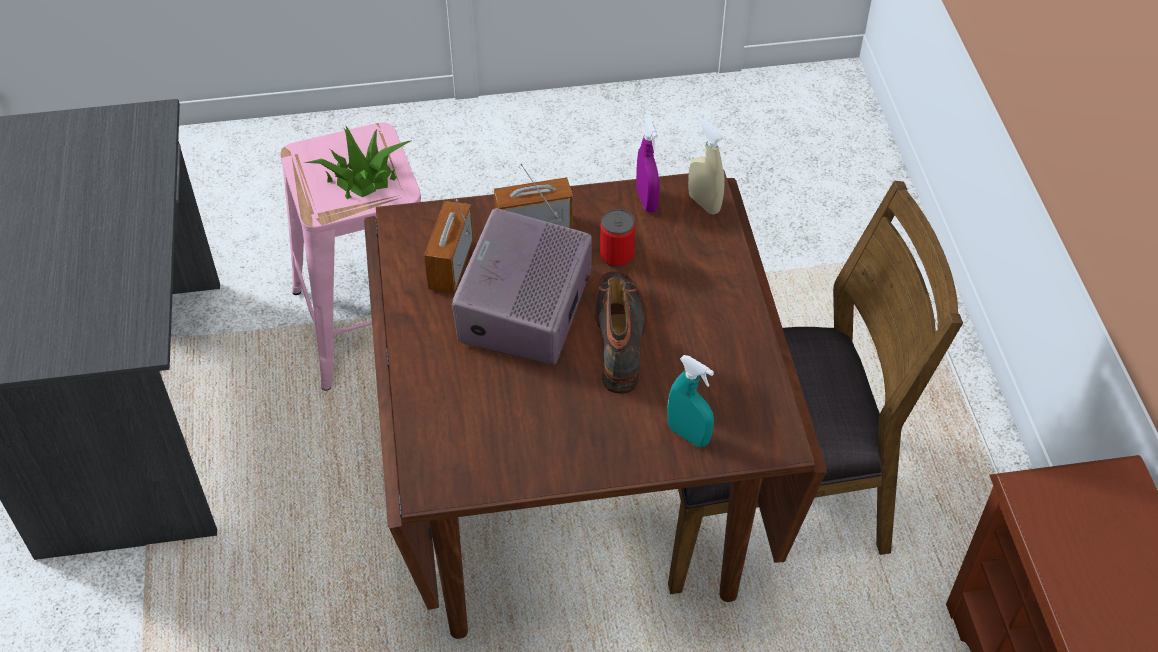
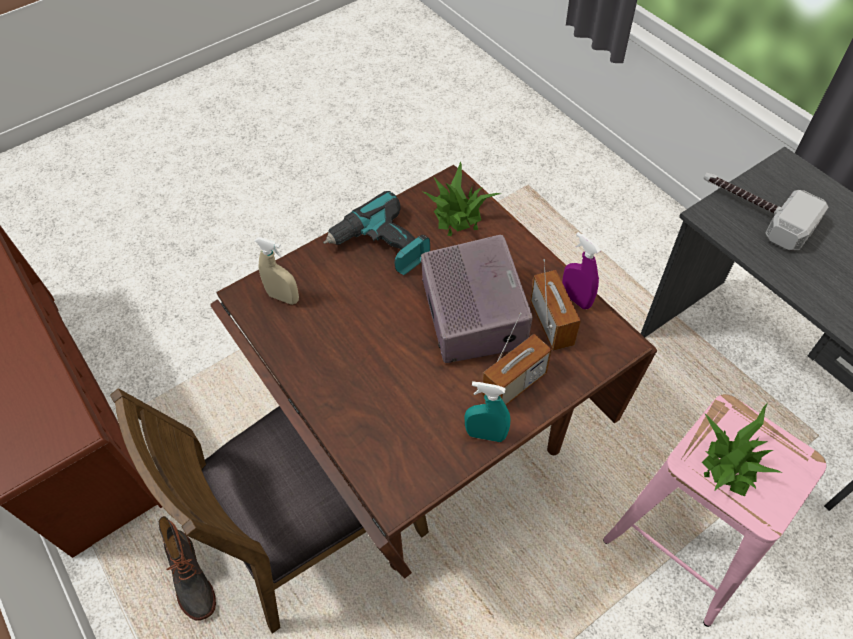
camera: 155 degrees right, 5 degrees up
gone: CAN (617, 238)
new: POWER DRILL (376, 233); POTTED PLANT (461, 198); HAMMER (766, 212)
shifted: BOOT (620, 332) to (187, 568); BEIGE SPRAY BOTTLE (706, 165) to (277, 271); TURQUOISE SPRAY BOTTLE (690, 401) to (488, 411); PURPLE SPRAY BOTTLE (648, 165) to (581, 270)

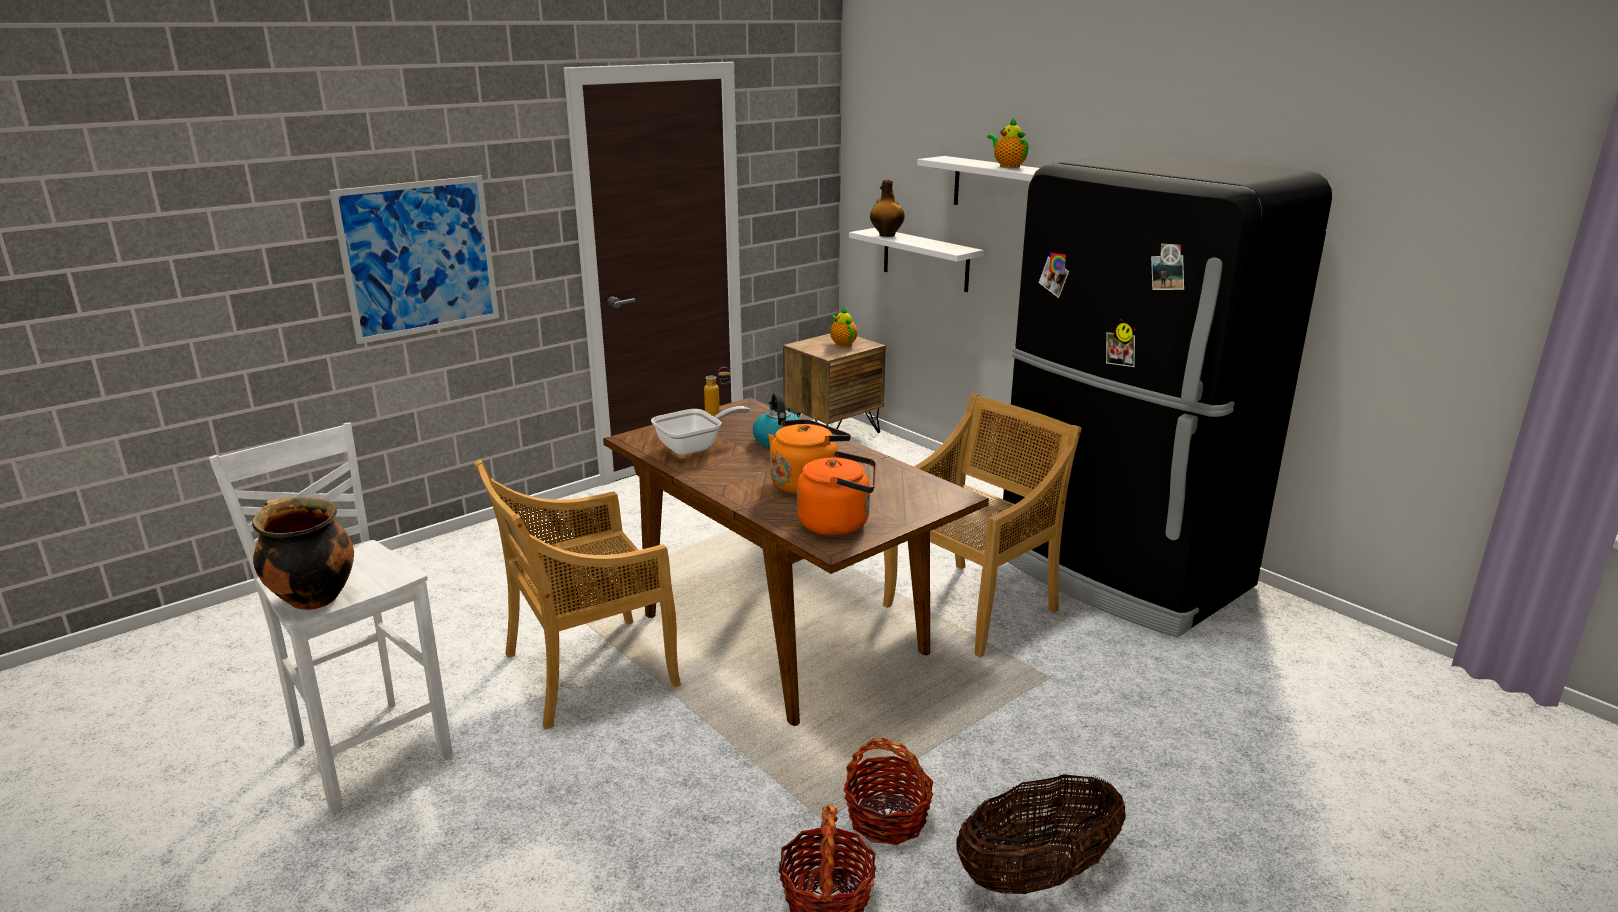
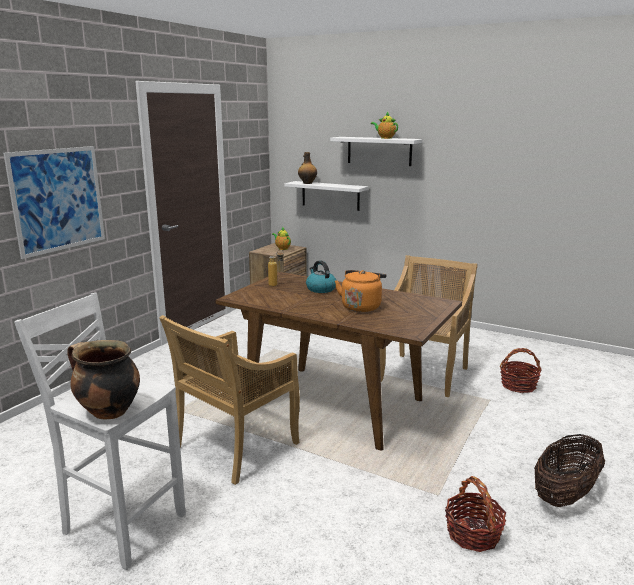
camera: 20 degrees left, 5 degrees down
gone: FRYING PAN (700, 430); ORANGE KETTLE (836, 493); BLACK FRIDGE (1167, 394)
shifted: BASKET (888, 791) to (520, 370)

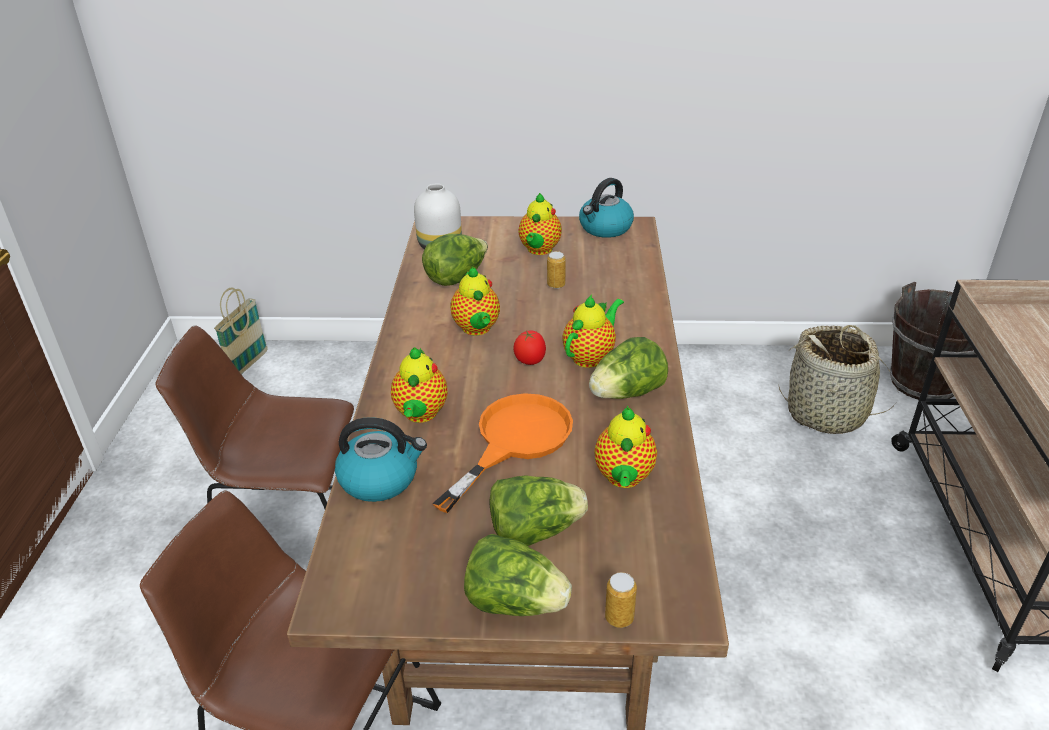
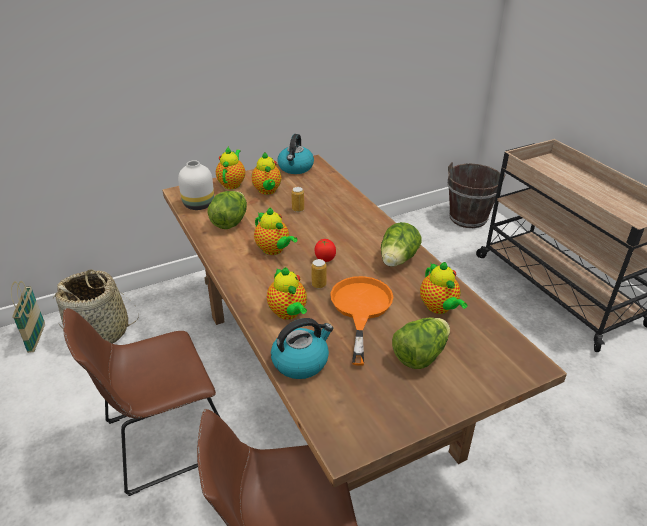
camera: 30 degrees left, 0 degrees up
gone: LETTUCE (518, 575)
shifted: BASKET (837, 379) to (96, 306); TEAPOT (593, 331) to (230, 167); CAN (621, 600) to (318, 274)

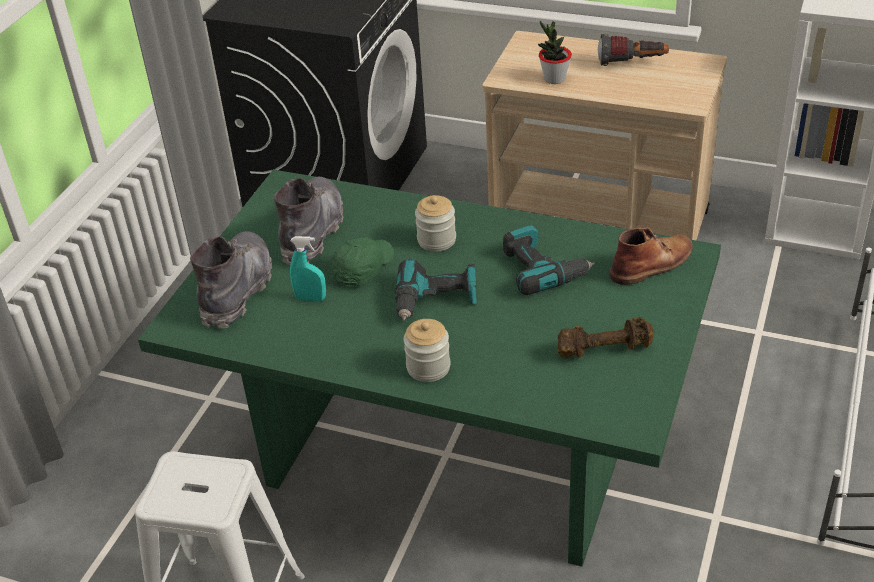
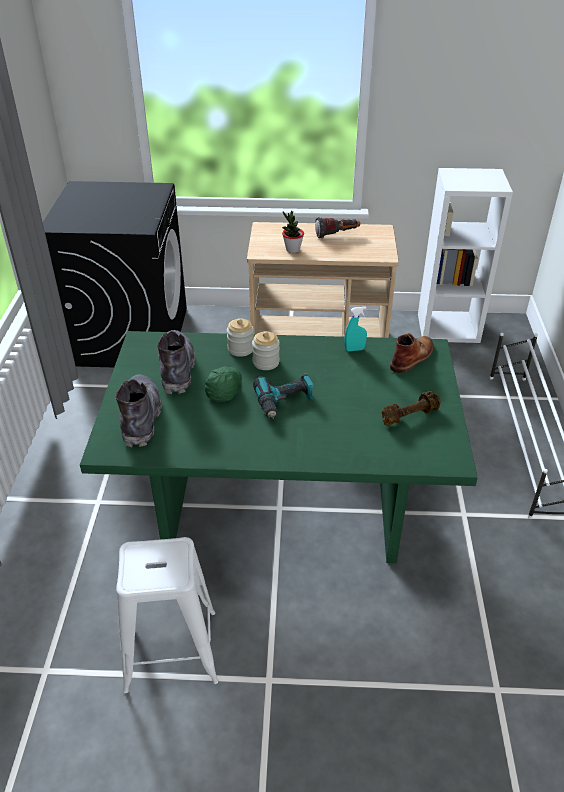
camera: 20 degrees left, 0 degrees up
gone: POWER DRILL (549, 260)
shifted: JAR (426, 350) to (240, 337); TURQUOISE SPRAY BOTTLE (308, 268) to (356, 329)

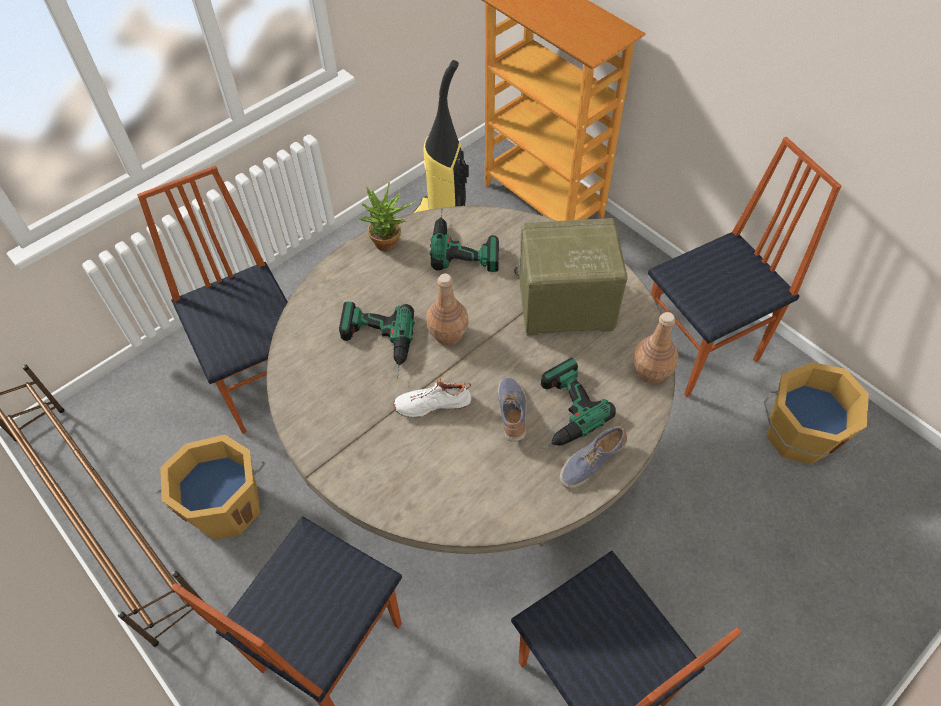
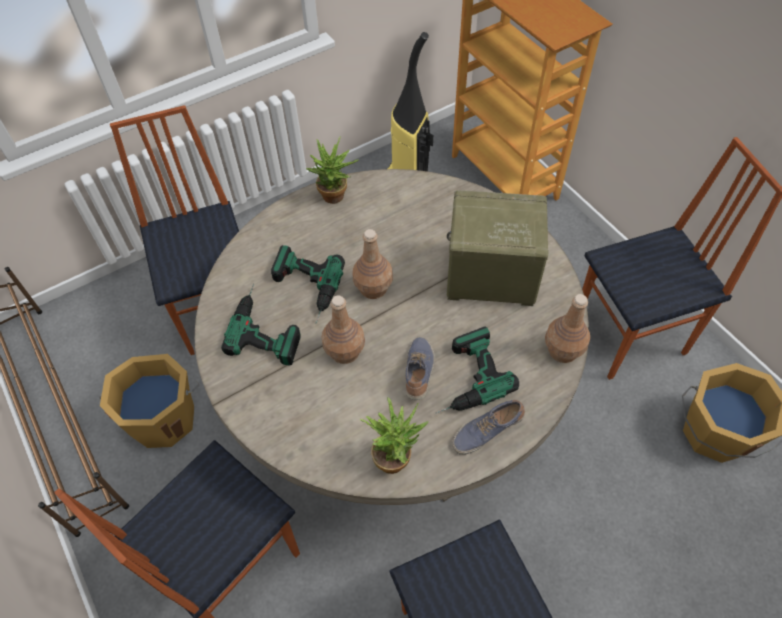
camera: 10 degrees right, 0 degrees up
new: POTTED PLANT (394, 435)
shifted: POWER DRILL (464, 240) to (261, 324)
swapped: WHITE SHOE (432, 398) to BROWN BOTTLE (343, 330)

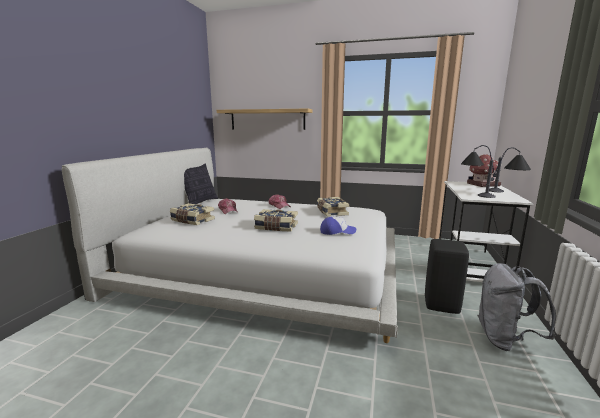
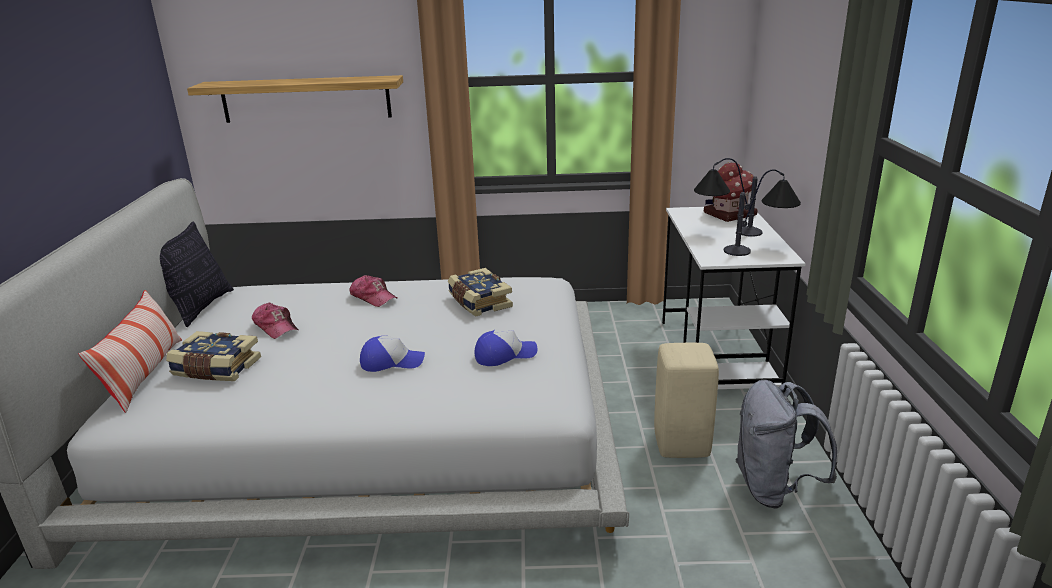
camera: 15 degrees left, 10 degrees up
new: PILLOW (130, 351)
swapped: BOOK (276, 220) to CAP (392, 353)
repainted: BLACK STOOL (447, 276) to BEIGE STOOL (686, 400)

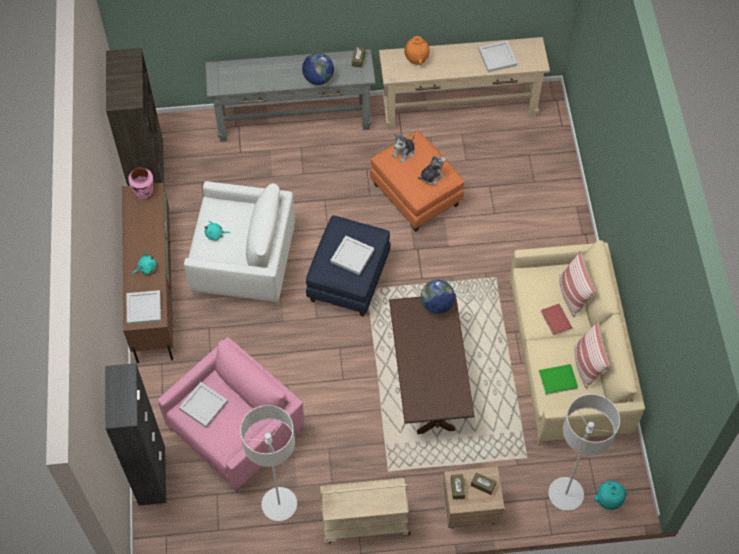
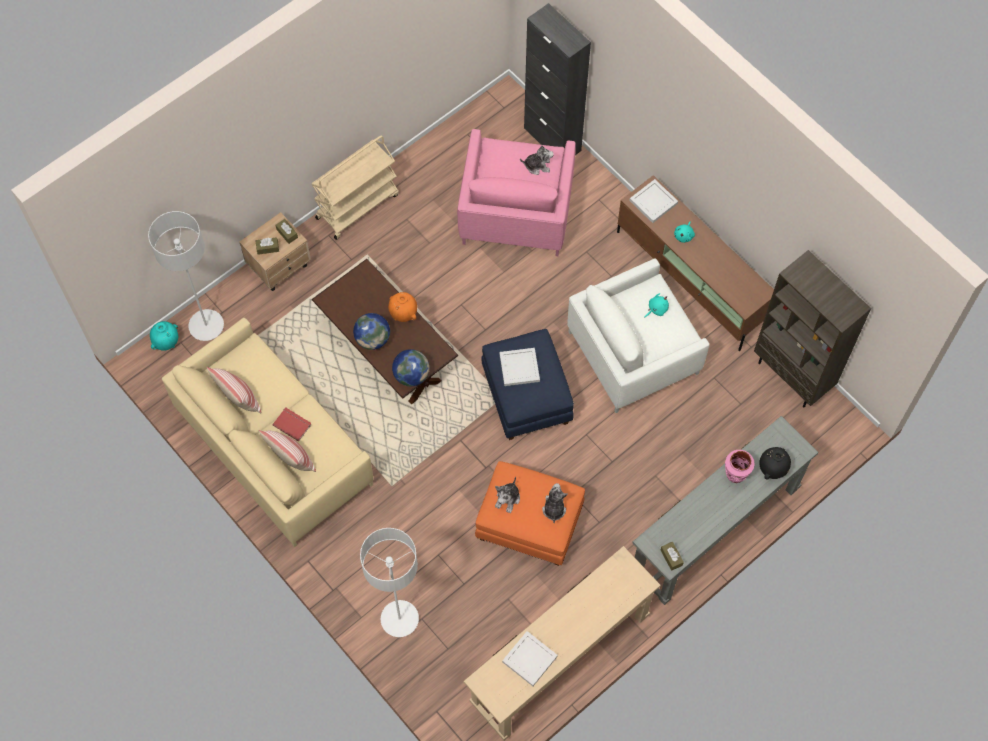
camera: 145 degrees right, 5 degrees up
gone: GREEN BOOK (558, 379)
new: BLACK VASE (775, 463)
shifted: GLOBE (318, 69) to (371, 331); WHITE FLOOR LAMP (268, 463) to (389, 582); ORANGE VASE (417, 50) to (402, 307); PINK VASE (140, 184) to (740, 466)
swapped: WHITE TRAY (203, 405) to PLUSH TOY (537, 160)

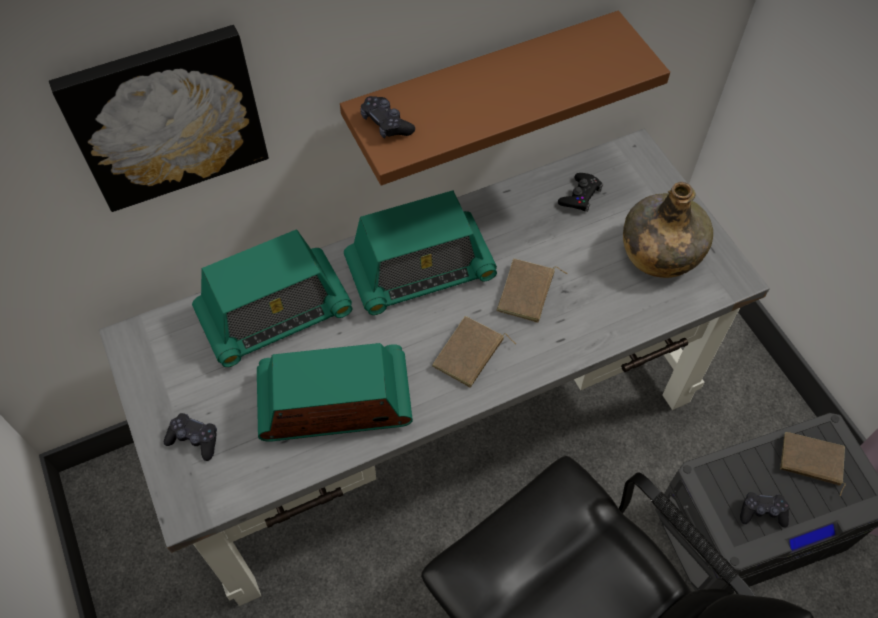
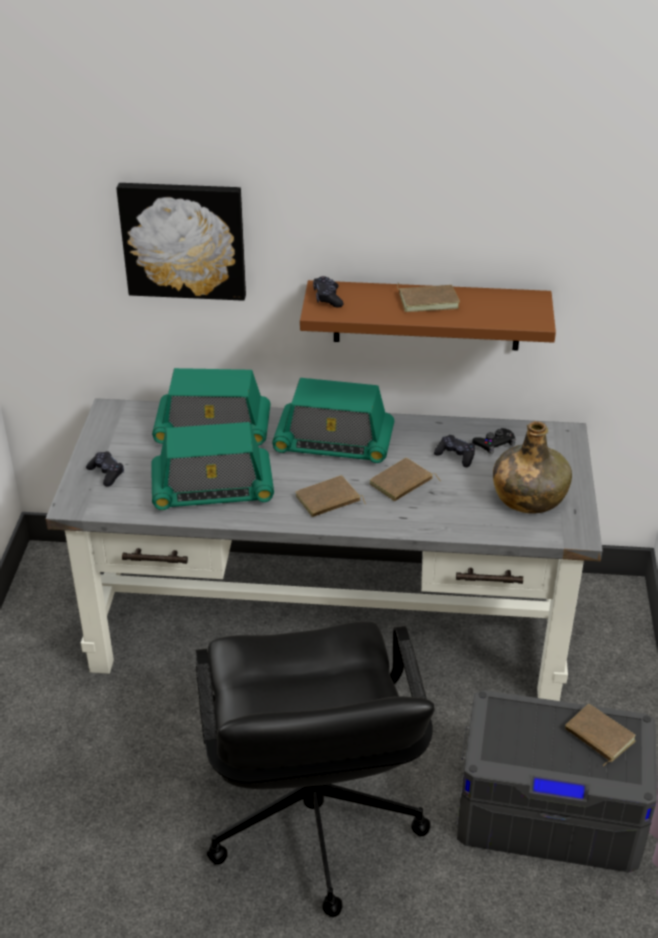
camera: 30 degrees right, 20 degrees down
new: BROWN BOOK (428, 297)
shifted: BLACK GAME CONTROLLER (764, 510) to (454, 451)
rotated: RADIO (335, 392) = (212, 466) 150 degrees clockwise

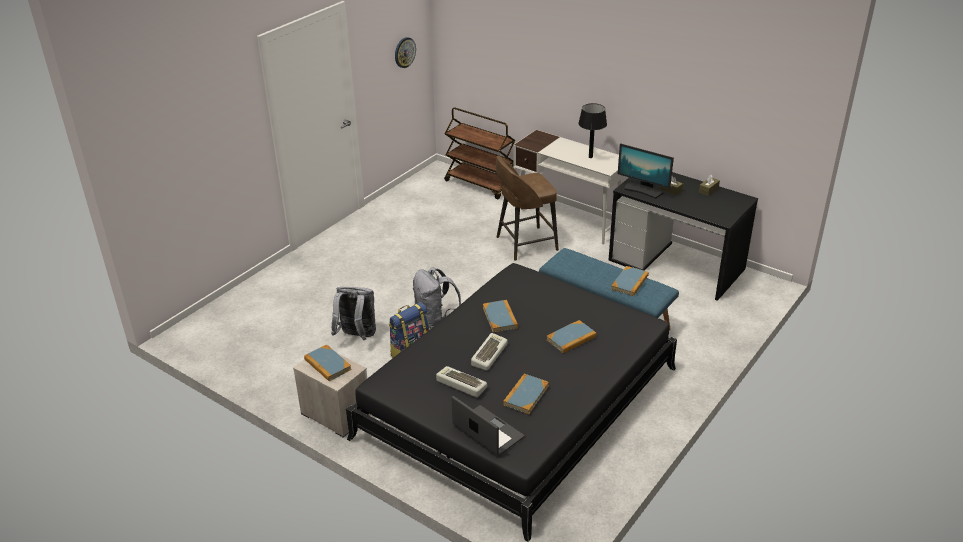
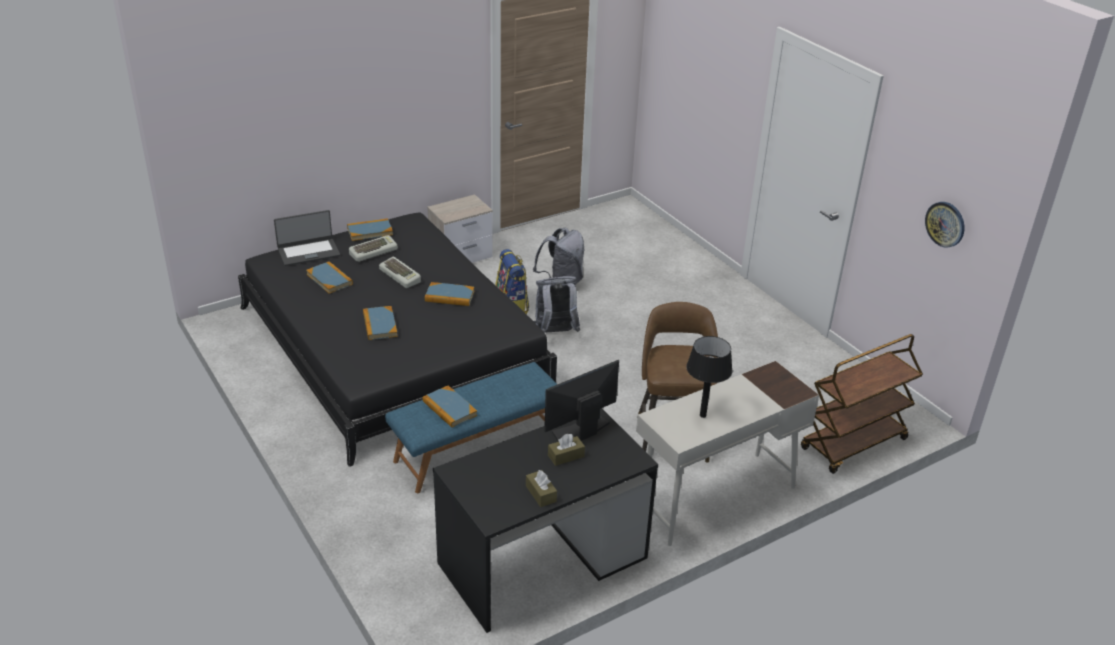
camera: 110 degrees right, 0 degrees up
shifted: BOOK (328, 362) to (370, 229)

